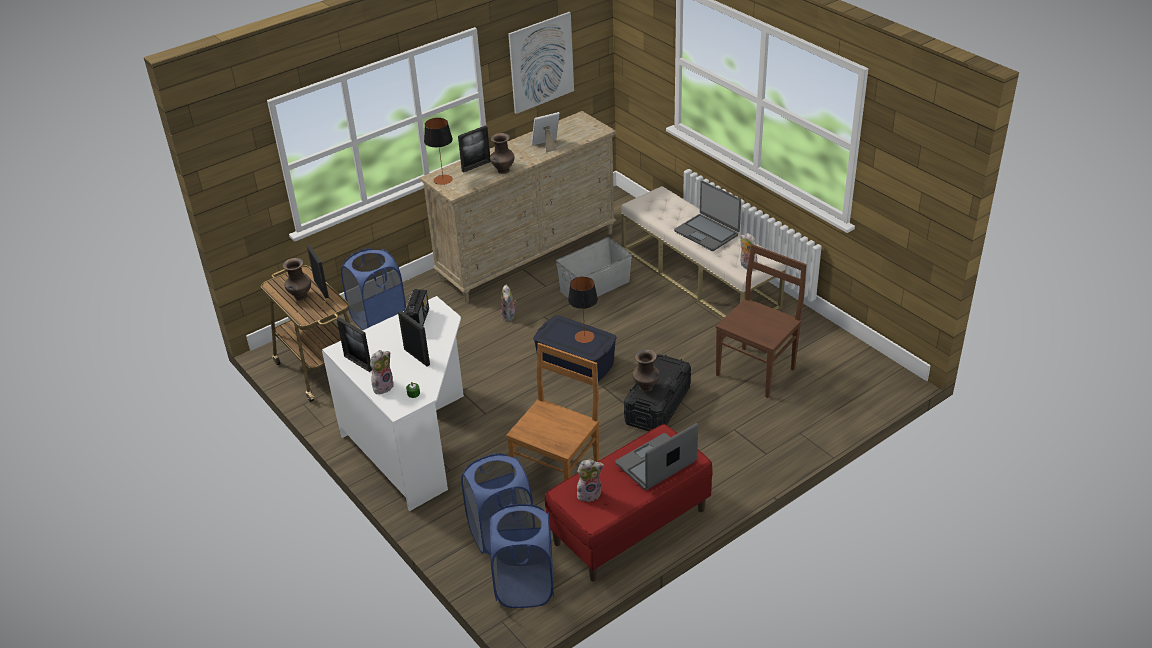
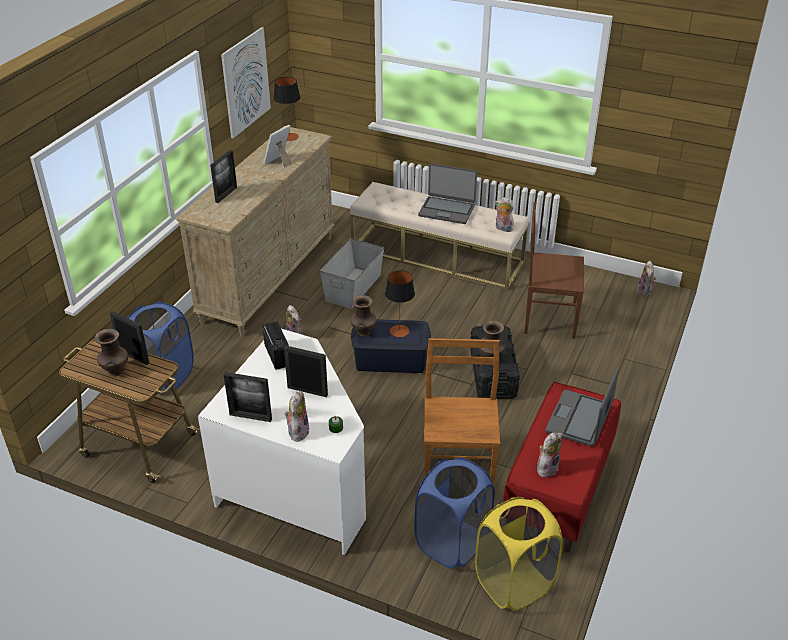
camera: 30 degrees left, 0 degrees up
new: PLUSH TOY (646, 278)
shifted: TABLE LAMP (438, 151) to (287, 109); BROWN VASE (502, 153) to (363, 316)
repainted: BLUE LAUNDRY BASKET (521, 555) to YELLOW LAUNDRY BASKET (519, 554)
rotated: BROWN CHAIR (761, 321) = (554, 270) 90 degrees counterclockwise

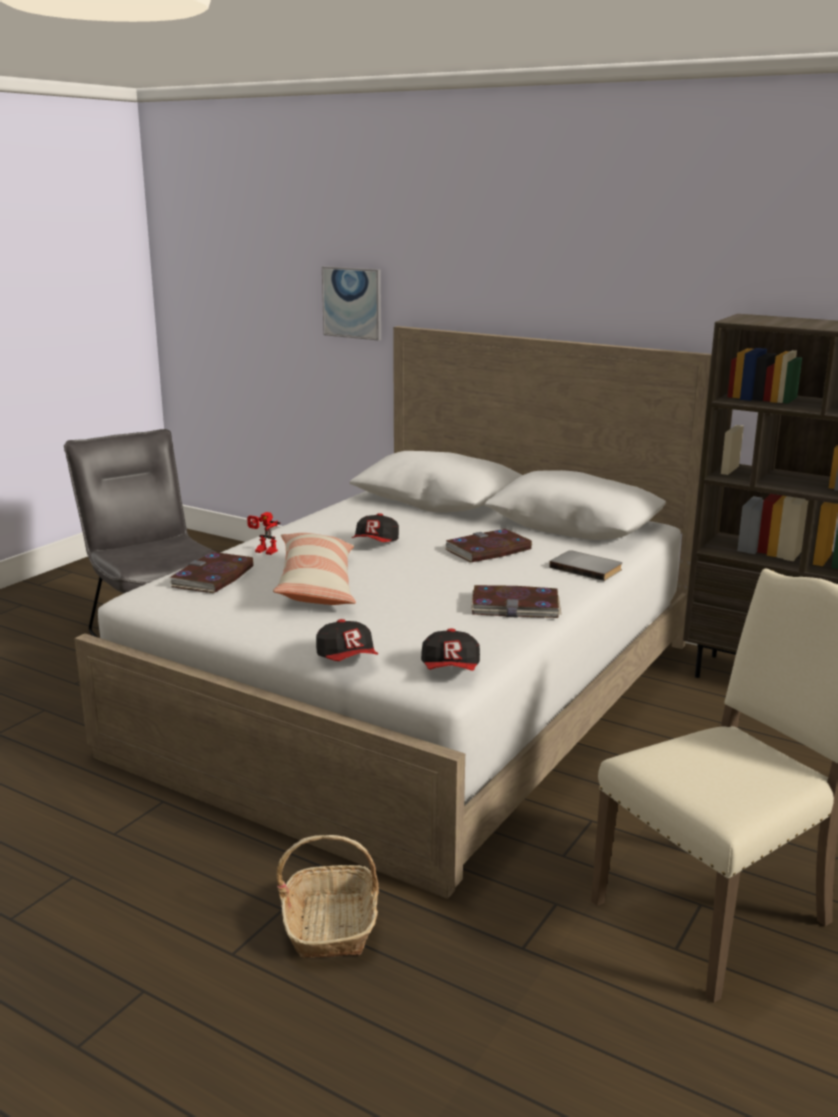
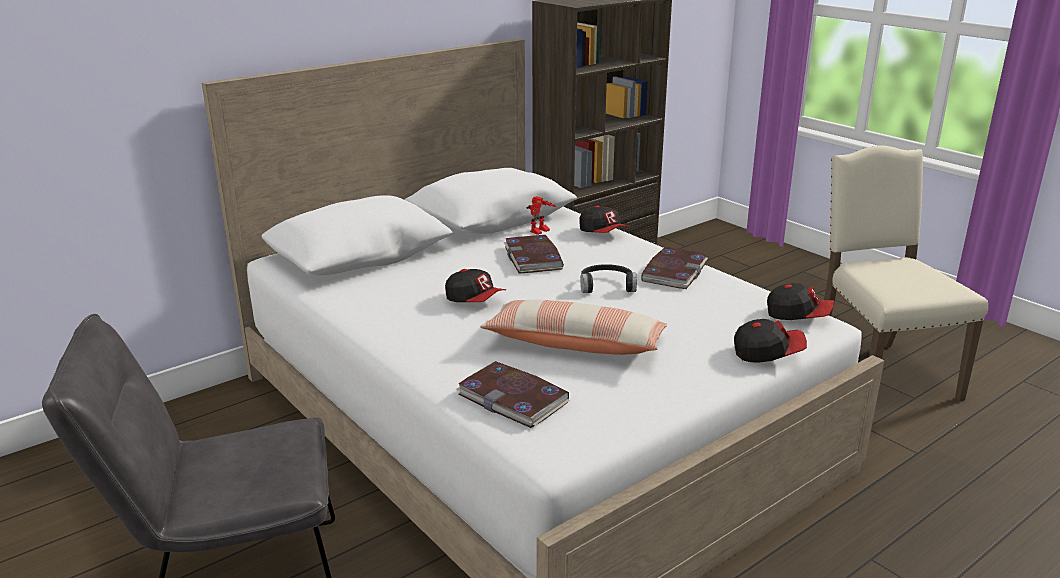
camera: 70 degrees left, 5 degrees up
gone: BASKET (327, 896); PICTURE (351, 303)
new: BLACK HEADPHONES (608, 278)
shifted: TOY ROBOT (264, 533) to (541, 215)
swapped: GREY BOOK (585, 565) to CAP (604, 219)

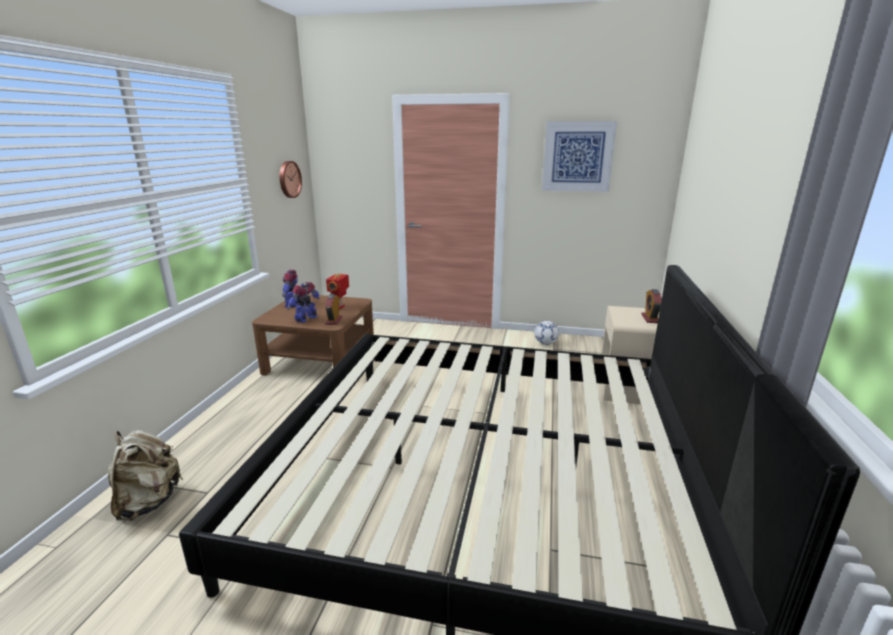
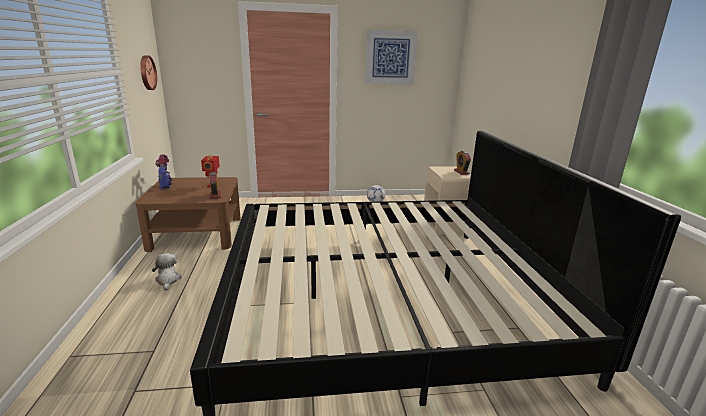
camera: 20 degrees left, 0 degrees up
gone: BEIGE BACKPACK (145, 475); TOY ROBOT (303, 302)
new: PLUSH TOY (166, 272)

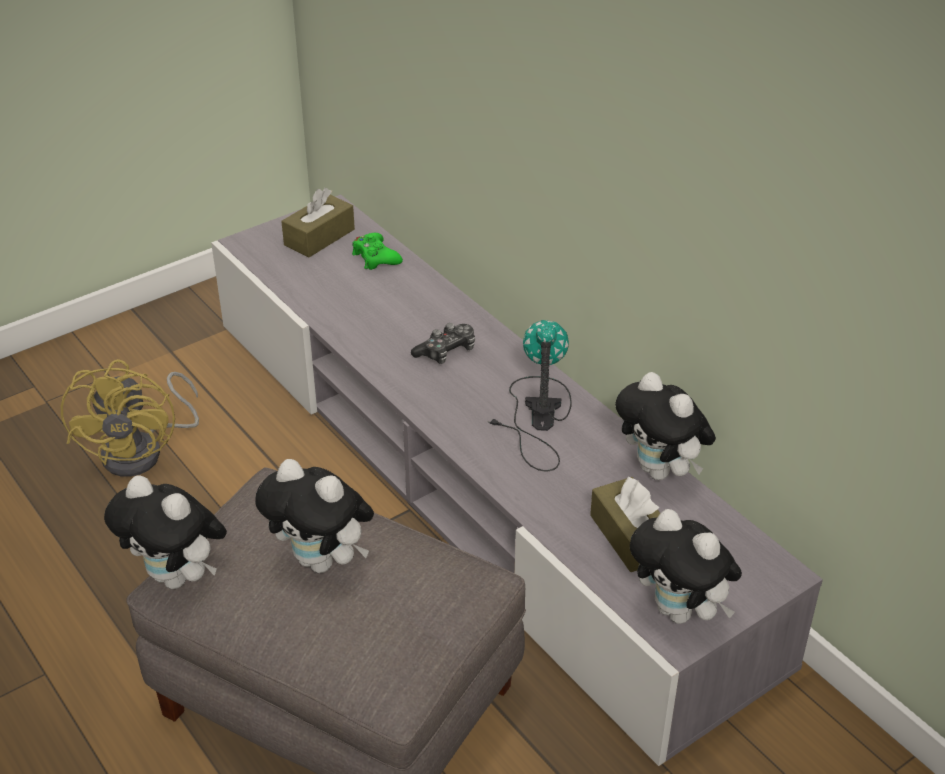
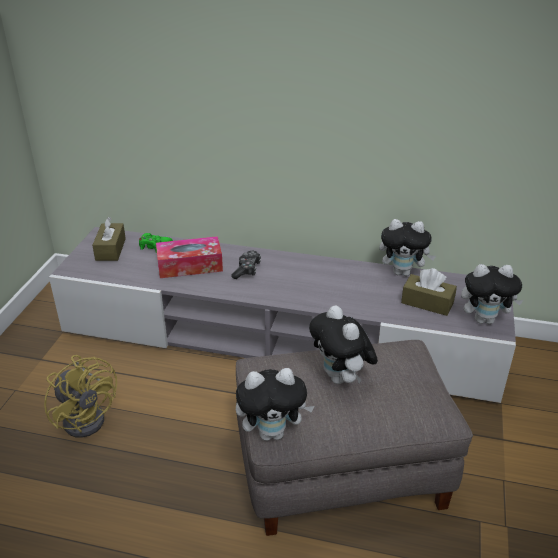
camera: 40 degrees left, 5 degrees down
gone: TABLE LAMP (529, 396)
new: TISSUE BOX (189, 257)
rotated: PLUSH TOY (314, 516) = (343, 344) 75 degrees clockwise

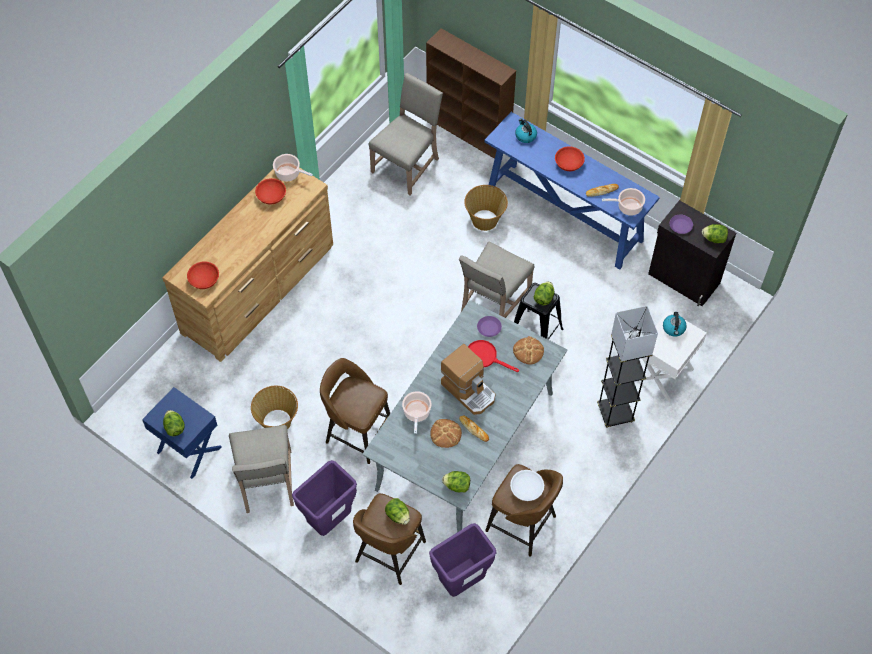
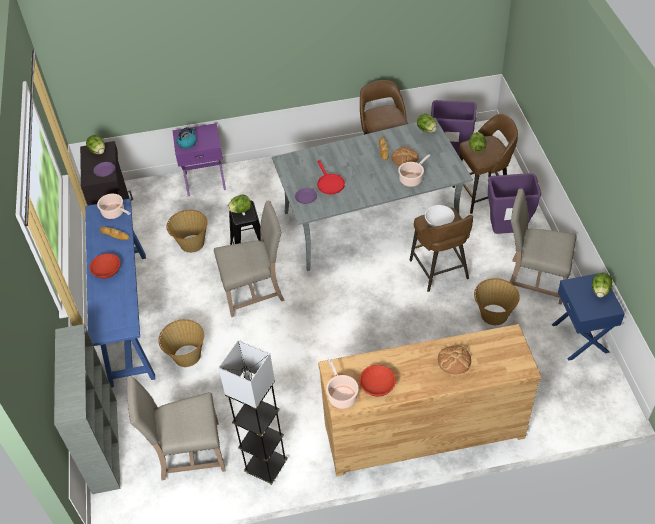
camera: 135 degrees left, 10 degrees down
gone: RED BOWL (203, 275); COFFEE MACHINE (468, 379); KETTLE (526, 130)
new: BASKET (187, 231)
shifted: GREY FLOOR LAMP (627, 367) to (253, 412); WHITE BOWL (527, 485) to (440, 216); BREAD (528, 350) to (454, 360)
repainted: BROWN BOOKCASE (471, 93) to GREY BOOKCASE (87, 409); WHITE NIGHTSTAND (673, 356) to PURPLE NIGHTSTAND (199, 159)
rotated: BEIGE CHAIR (261, 469) = (543, 247) 105 degrees counterclockwise

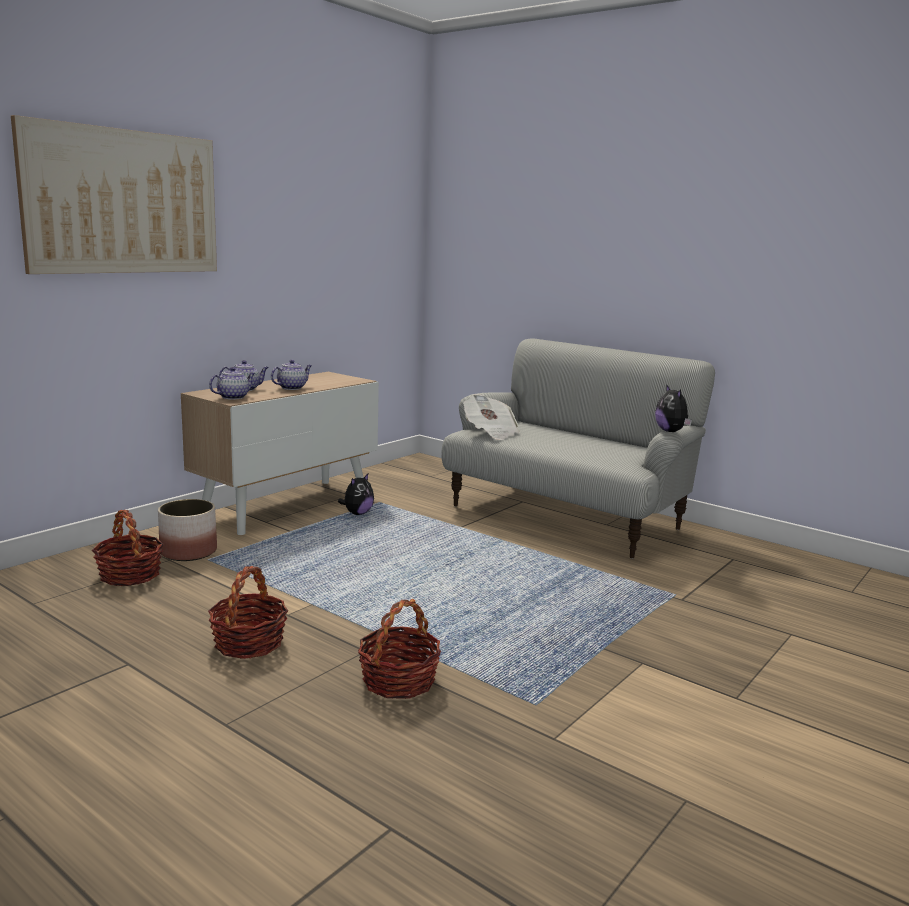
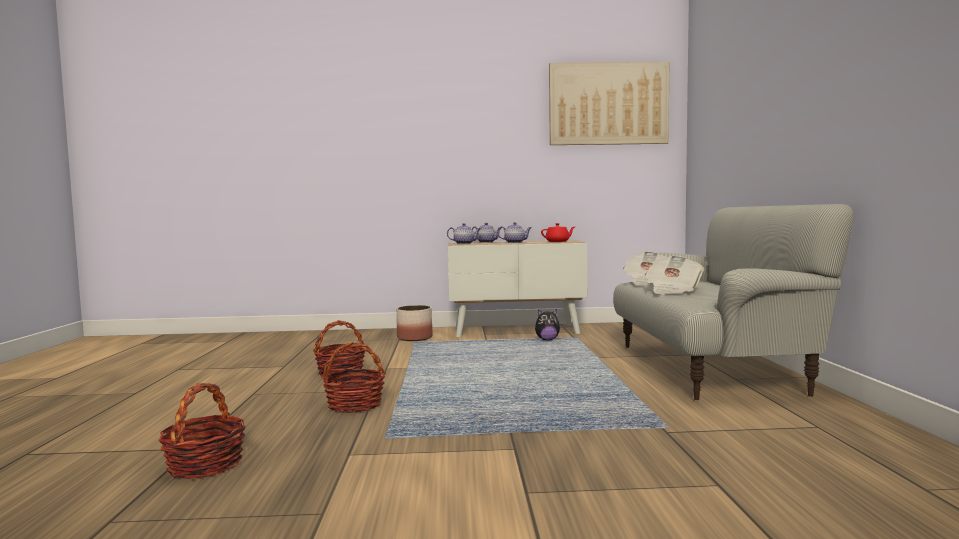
camera: 50 degrees right, 10 degrees down
gone: PLUSH TOY (673, 408)
new: RED TEAPOT (558, 232); NEWSPAPER (675, 275)
shifted: BASKET (128, 548) to (202, 431); PICTURE (114, 194) to (609, 103)

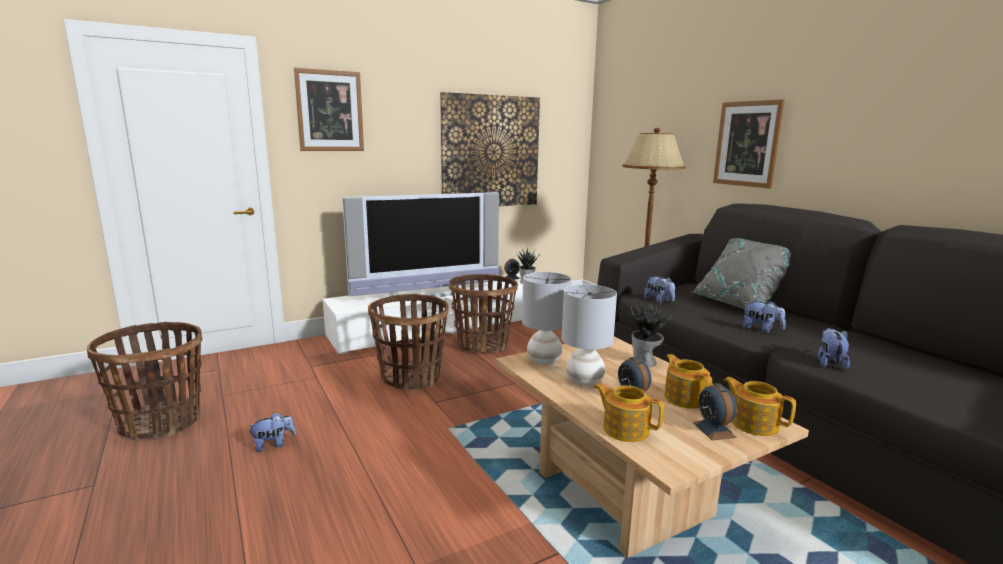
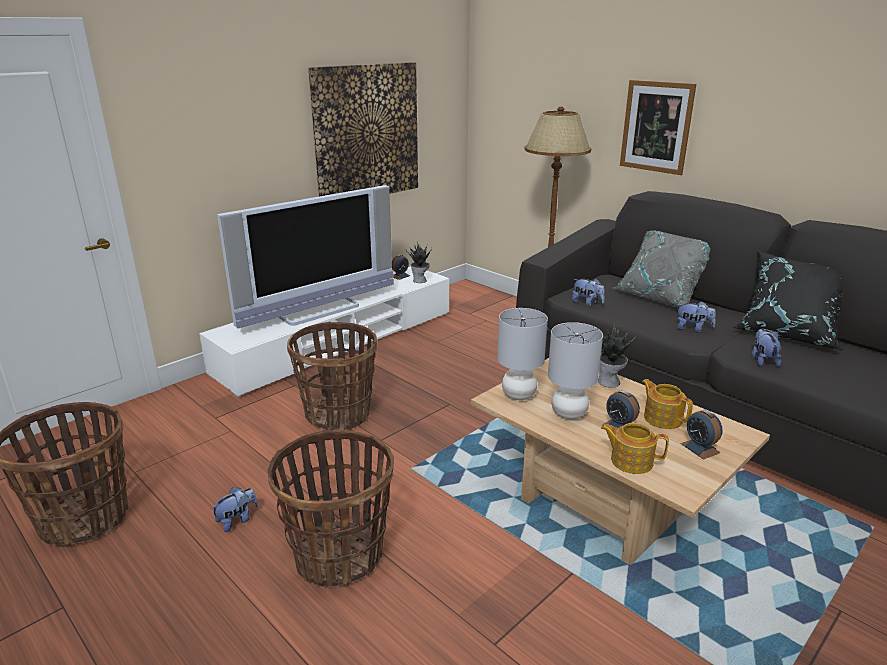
camera: 15 degrees left, 10 degrees up
gone: PICTURE (329, 109); TEAPOT (759, 406)
new: BLACK PILLOW (788, 300)
shifted: BASKET (483, 313) to (331, 508)

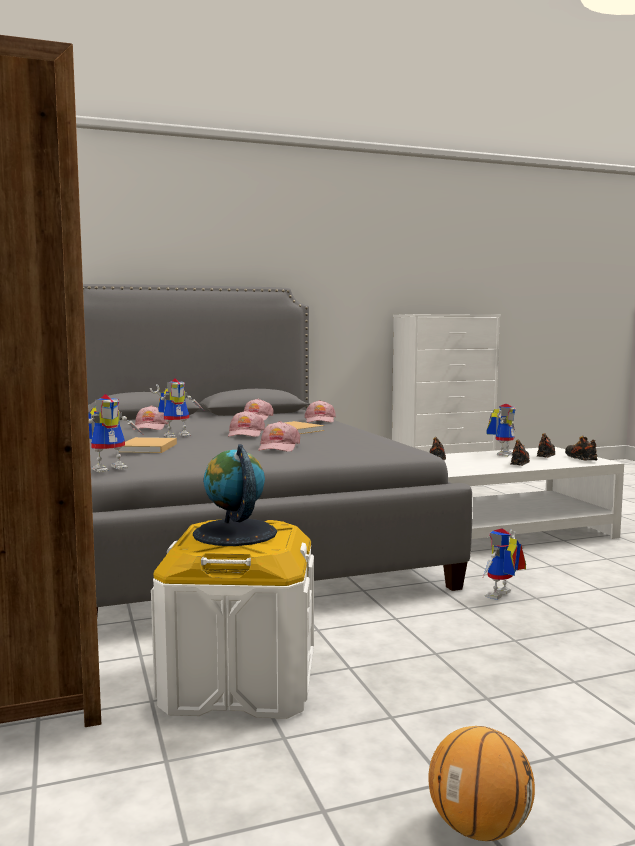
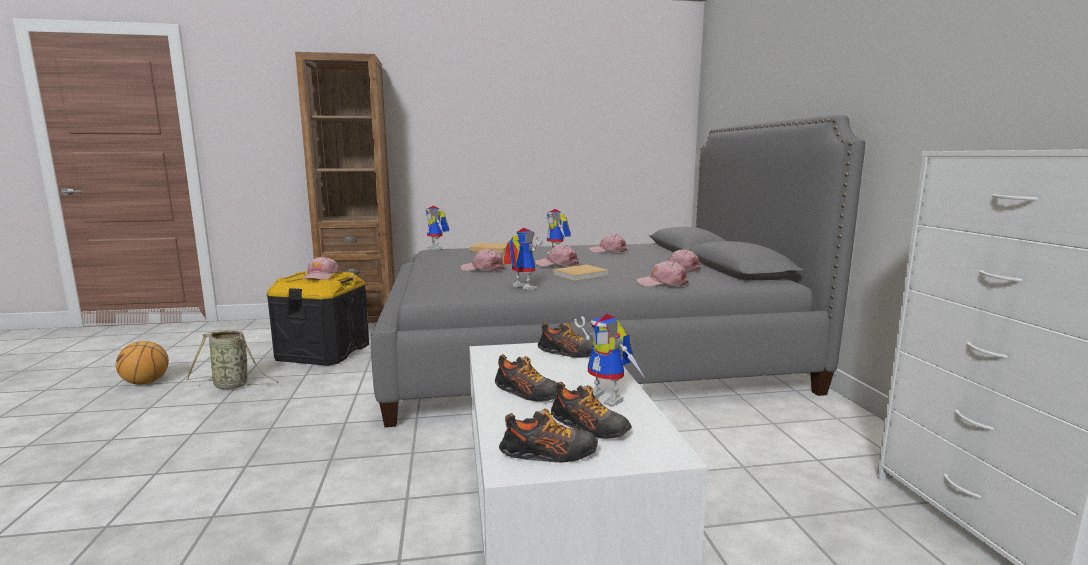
camera: 100 degrees right, 5 degrees up
new: BASKET (232, 359)
shifted: TOY ROBOT (504, 564) to (523, 259)
swapped: GLOBE (235, 495) to PINK CAP (321, 268)
repainted: WHITE STORAGE BOX (232, 619) to BLACK STORAGE BOX (318, 318)

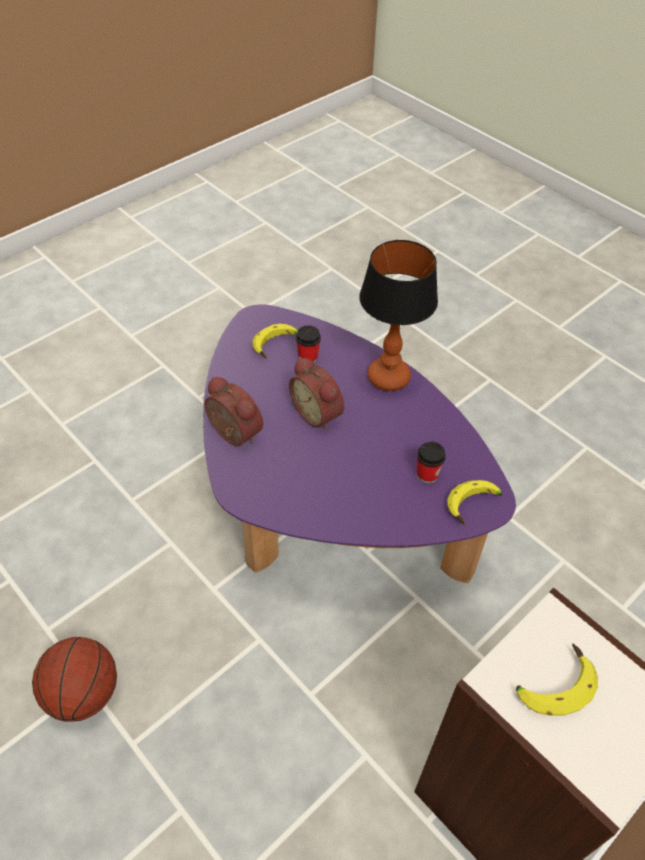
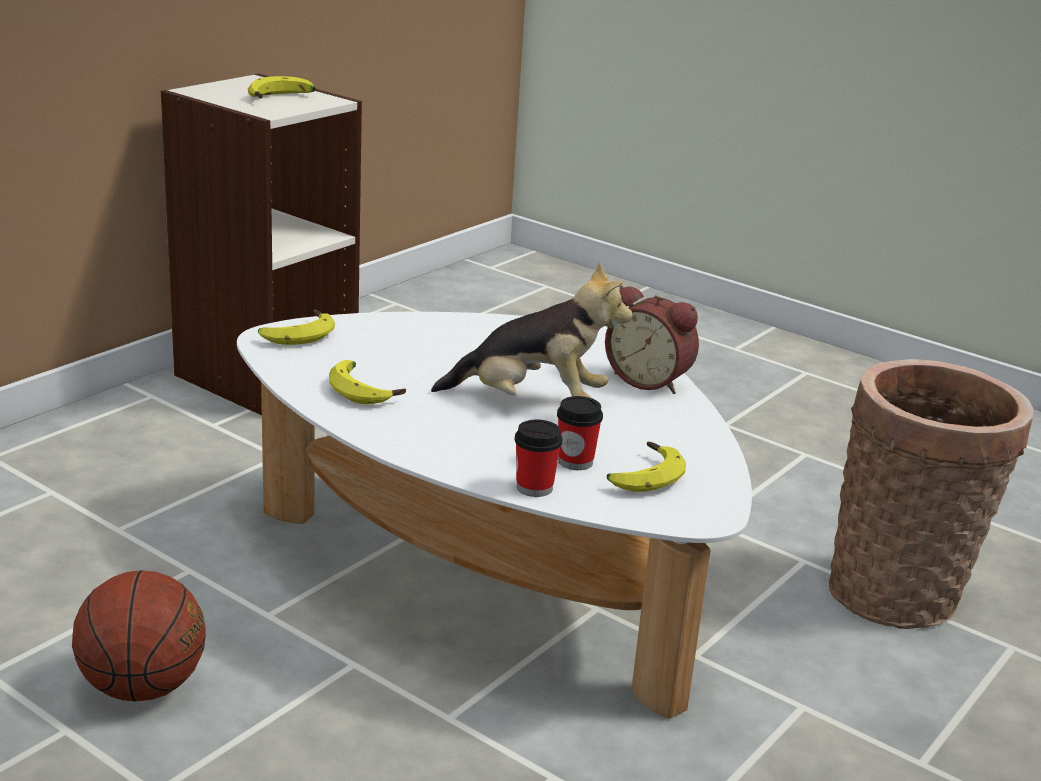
camera: 170 degrees right, 25 degrees down
gone: TABLE LAMP (398, 315)
new: BANANA (367, 382); BASKET (931, 494)
shifted: BASKETBALL (74, 679) to (139, 635); CUP (431, 462) to (539, 458)
swapped: ALARM CLOCK (316, 394) to PLUSH TOY (532, 330)
repainted: PURPLE COFFEE TABLE (359, 444) to WHITE COFFEE TABLE (494, 515)

